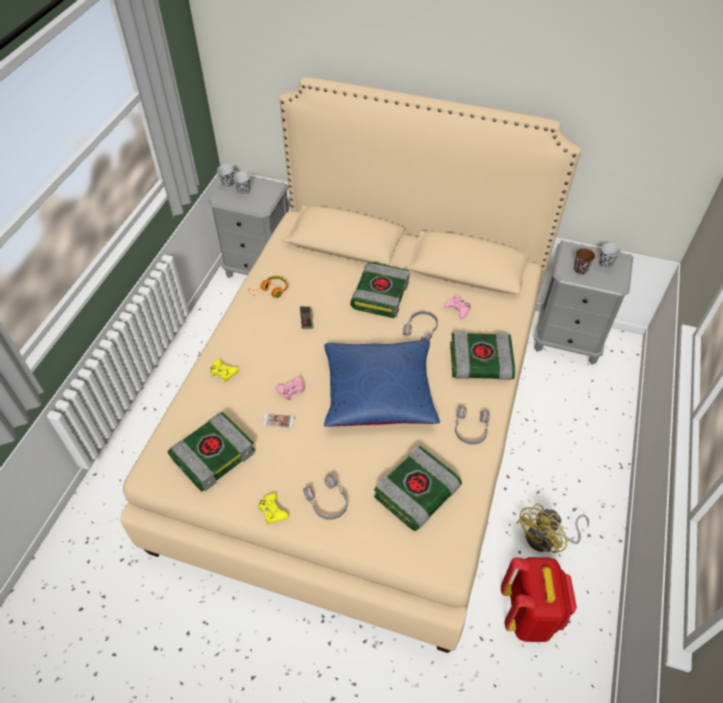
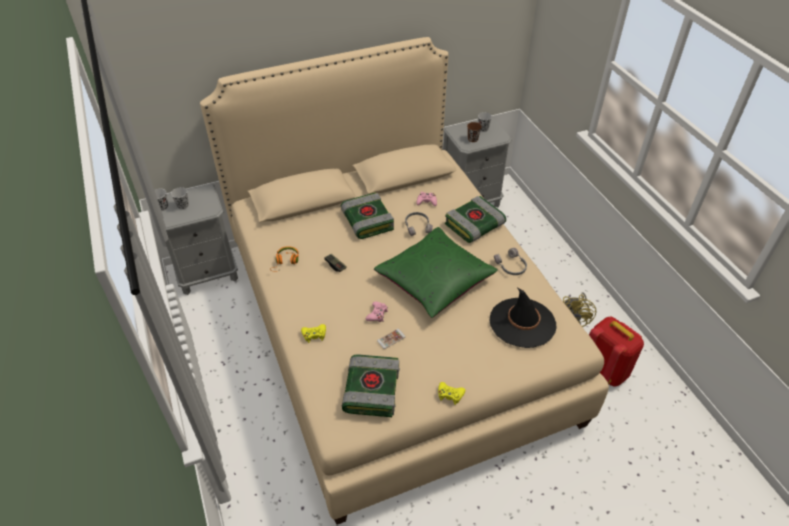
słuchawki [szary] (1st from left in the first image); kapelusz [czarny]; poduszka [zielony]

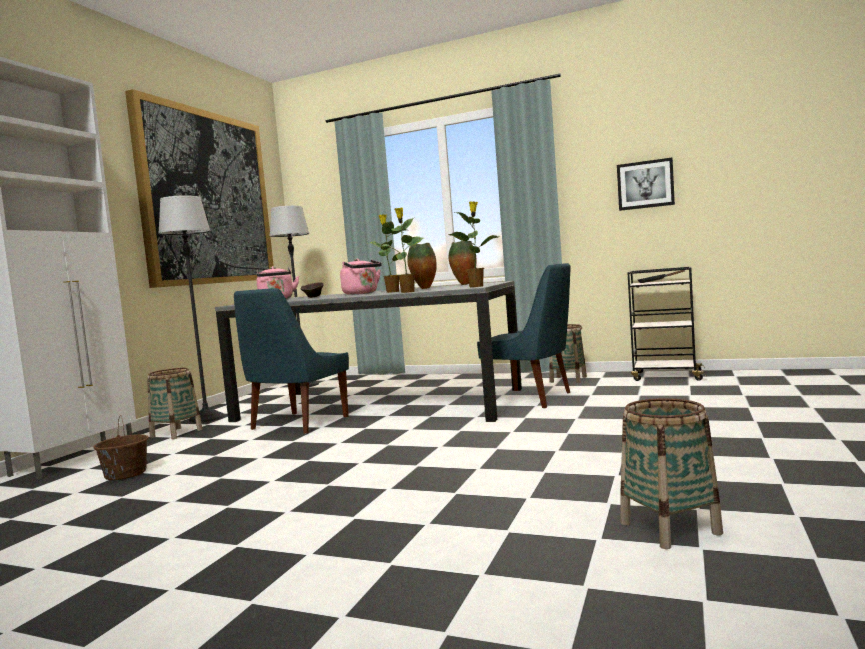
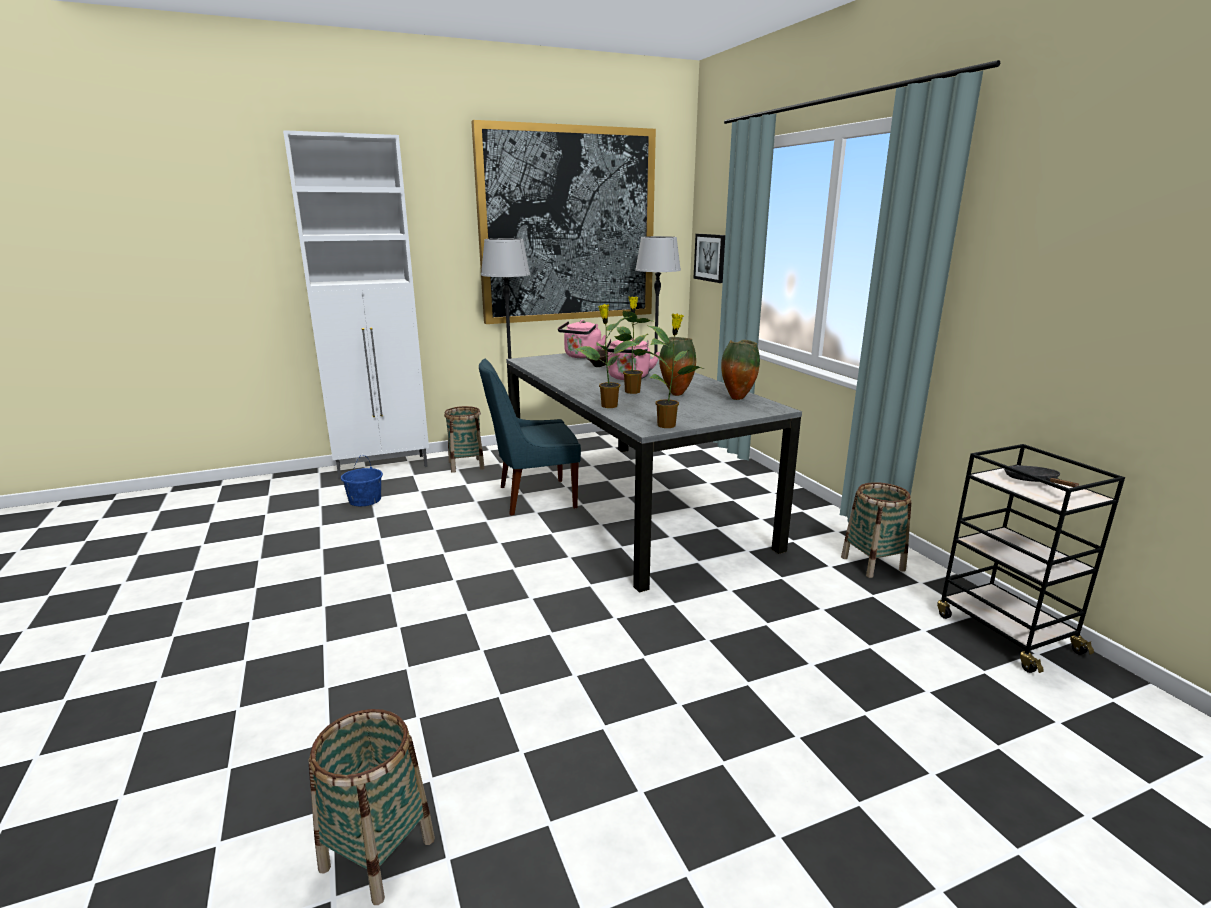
krzesło [niebieski] (2nd from left in the first image); obraz (2nd from left); wiadro [niebieski]

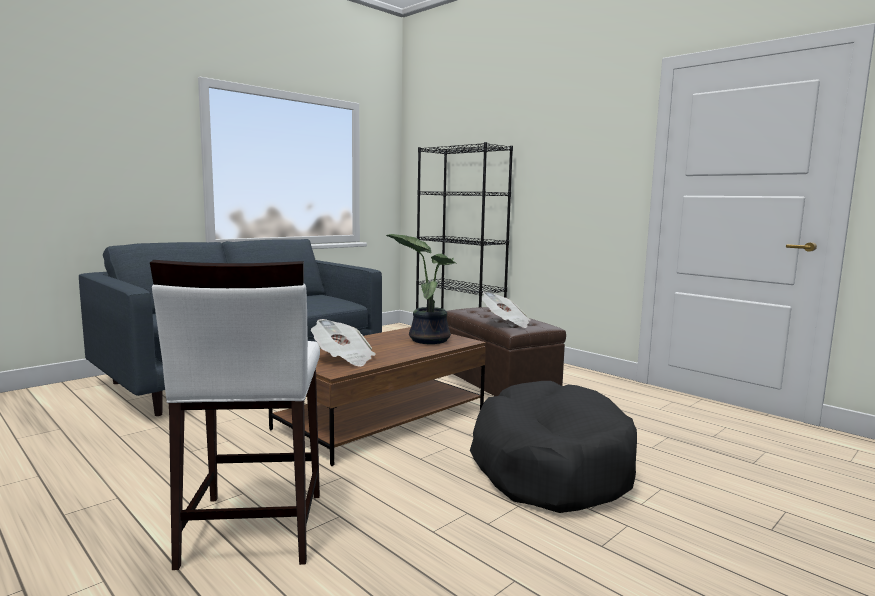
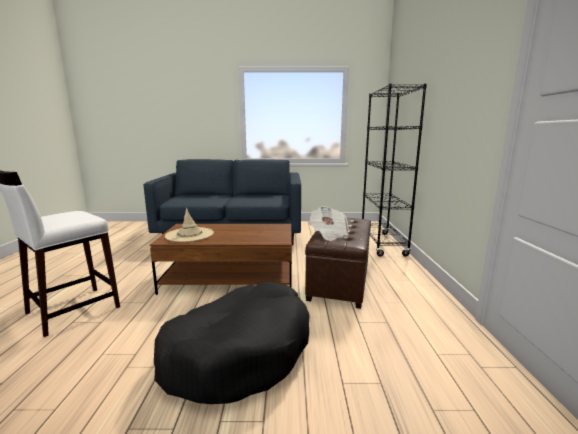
roślina doniczkowa; kapelusz [beżowy]

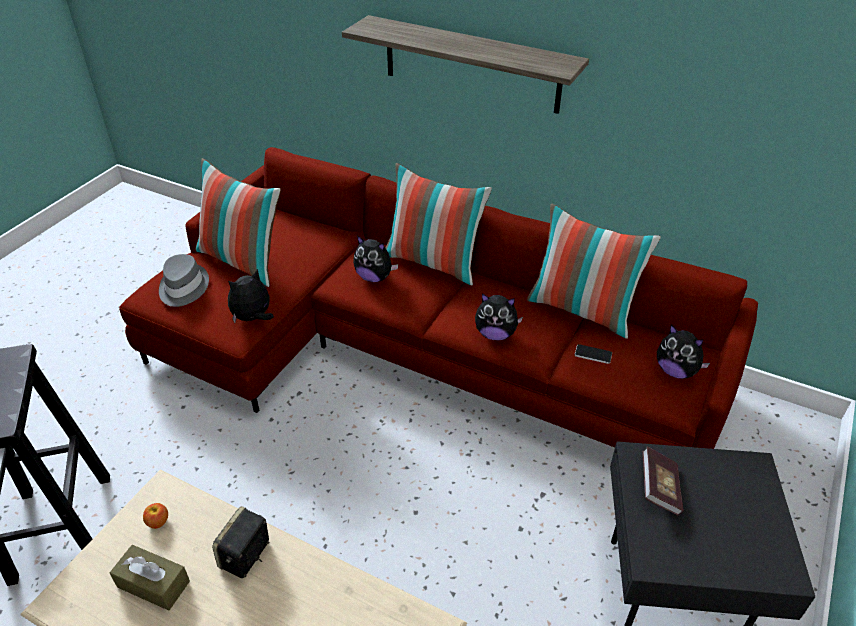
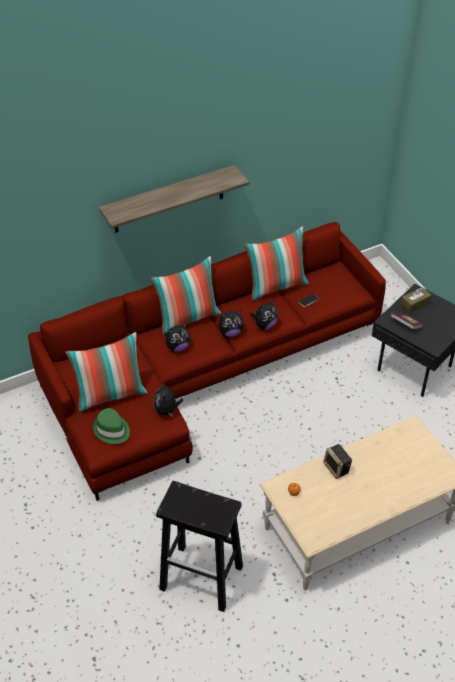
pudełko chusteczek [brązowy]; pluszak (3rd from left); kapelusz [zielony]

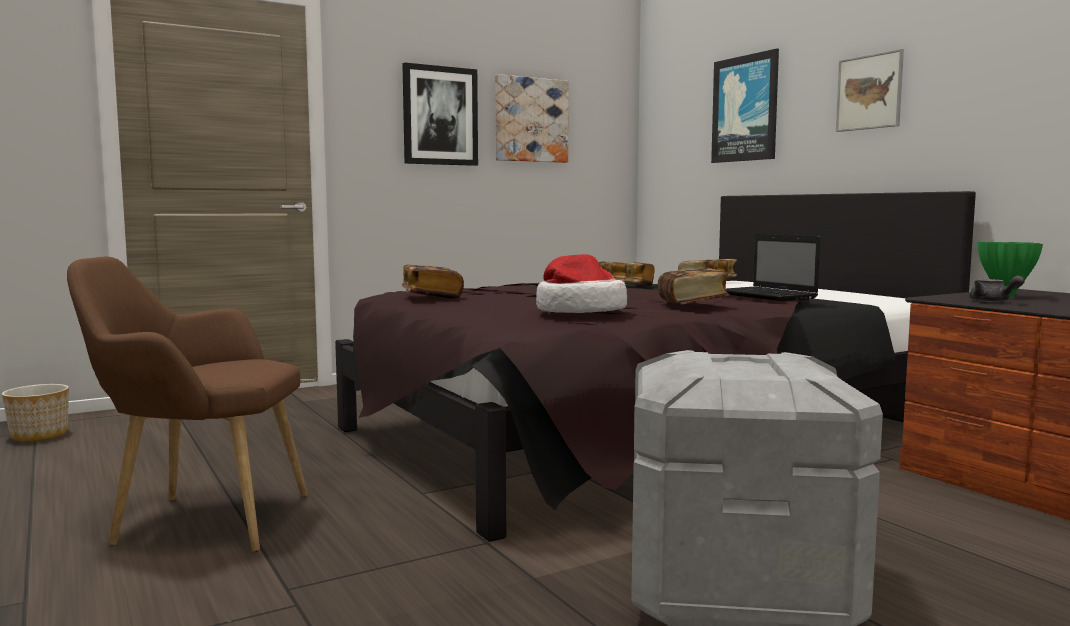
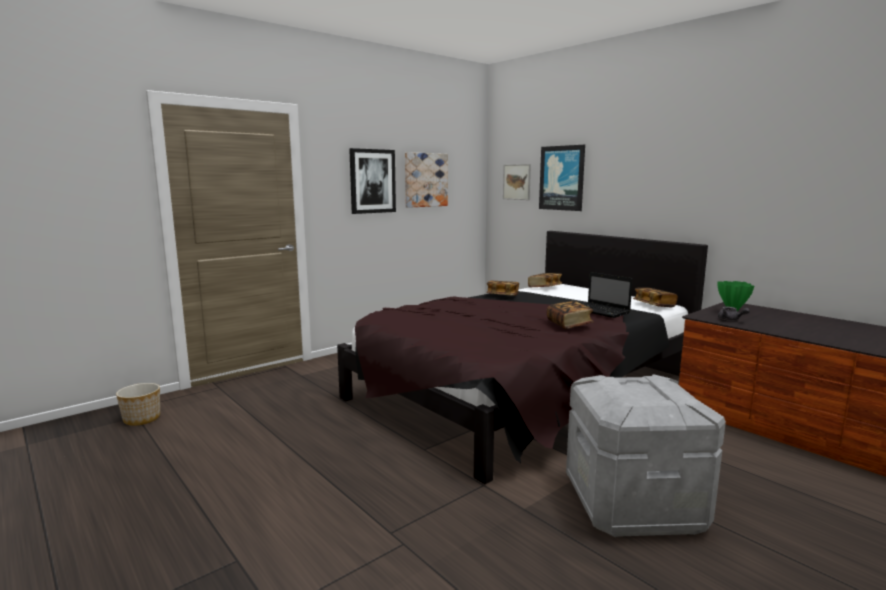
fotel [brązowy]; kapelusz; książka (4th from left); obraz (3rd from left)

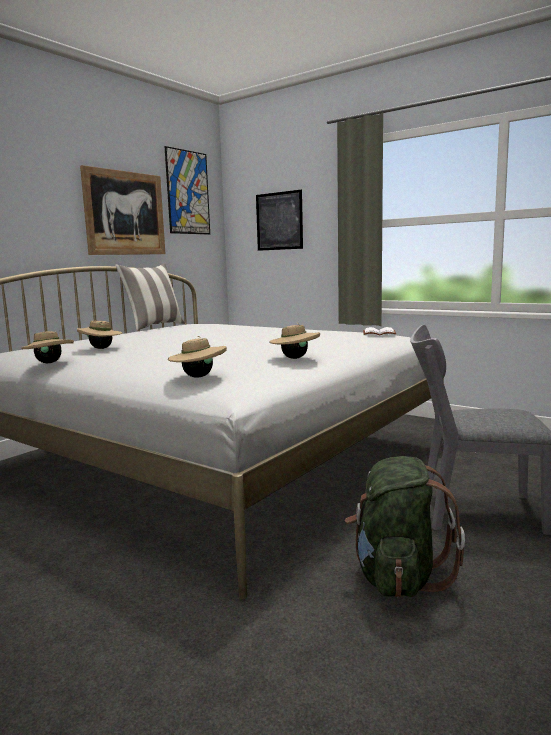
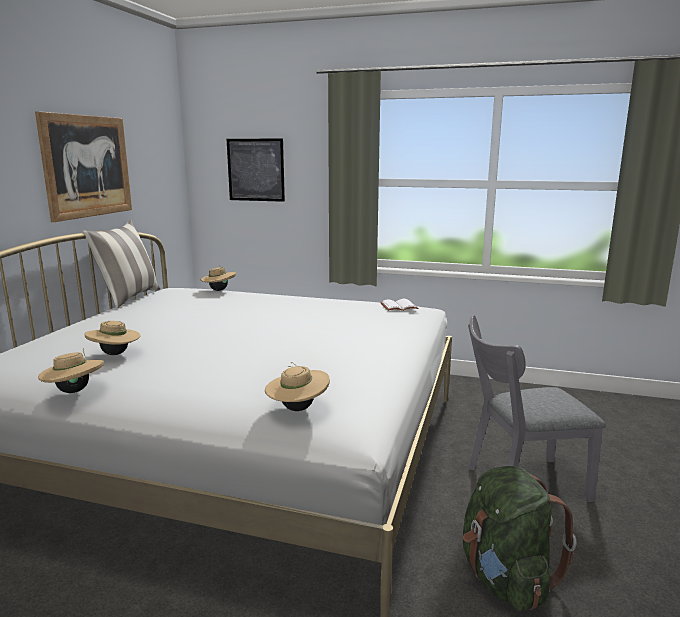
obraz (2nd from left in the first image); kapelusz [beżowy] (3rd from left)

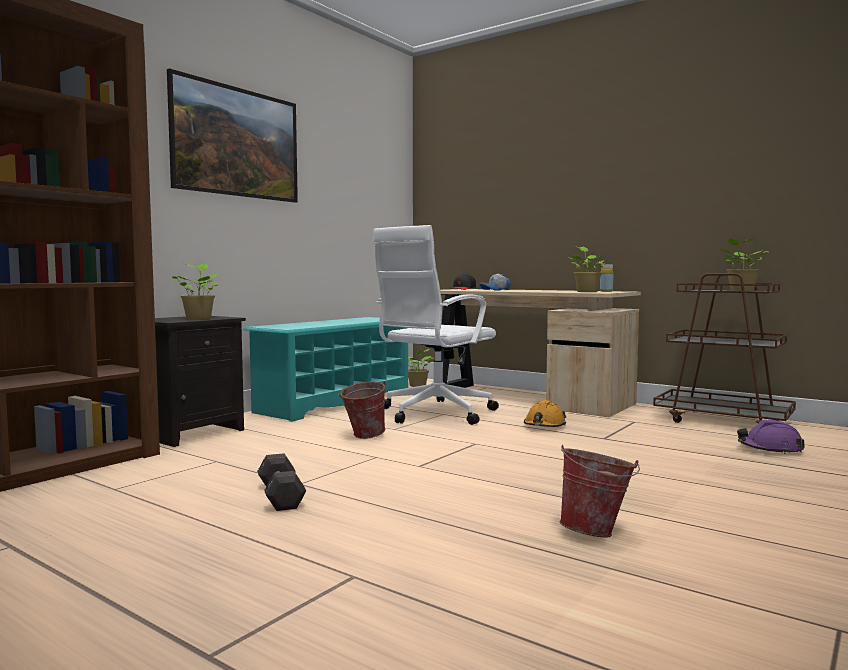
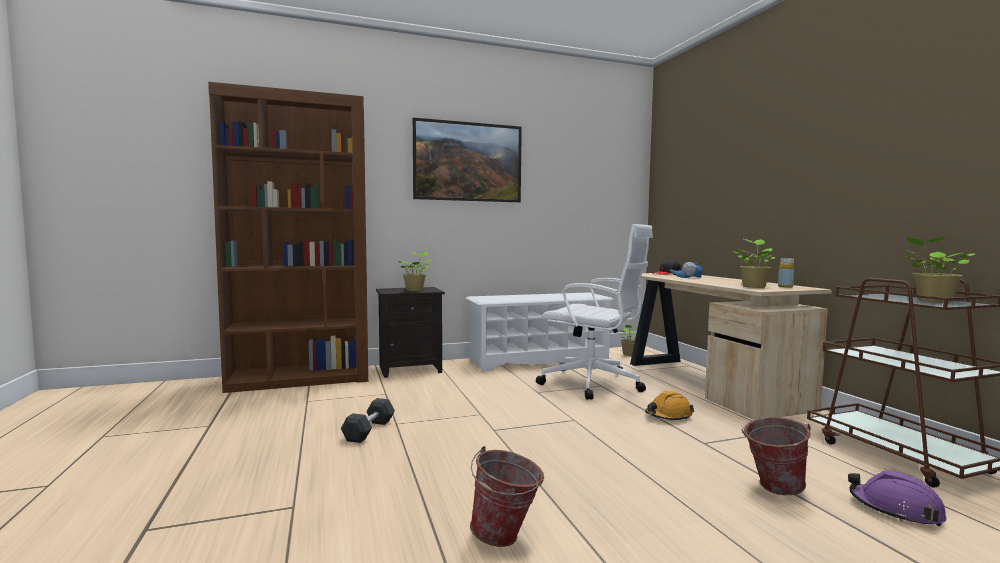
wiadro (2nd from left); regał na buty [biały]; krzesło biurowe [biały]

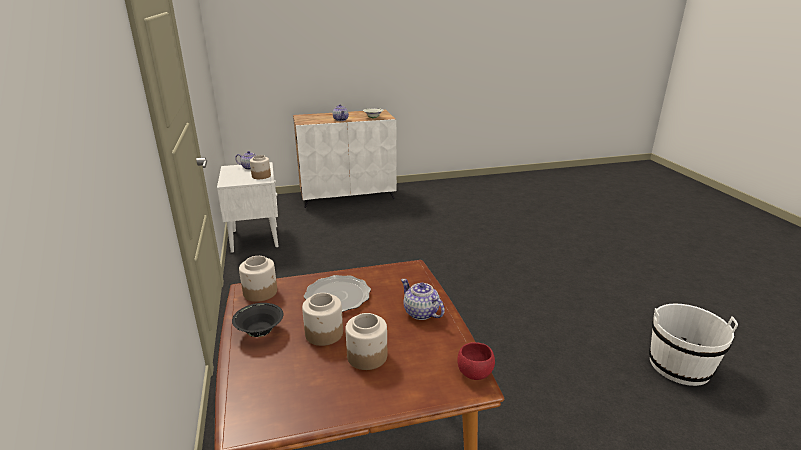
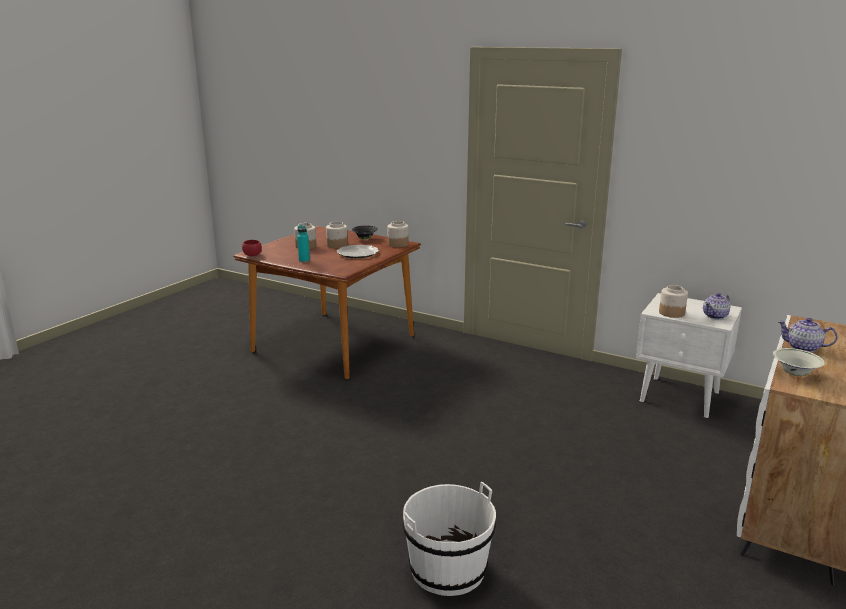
wiadro [biały]; butelka [turkusowy]

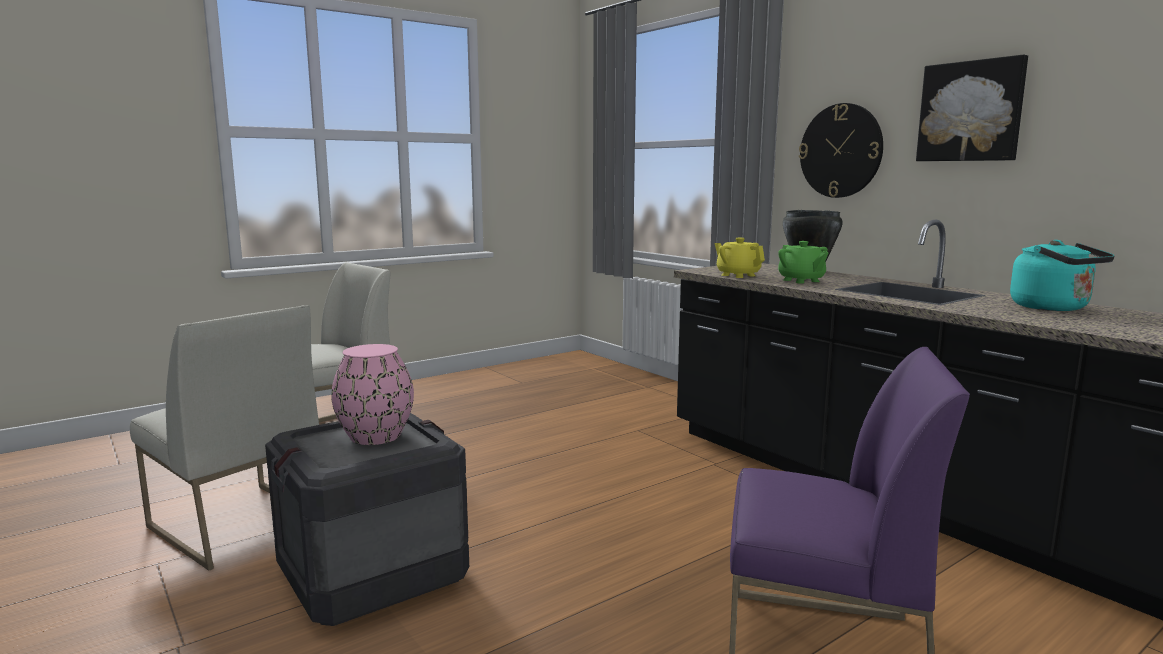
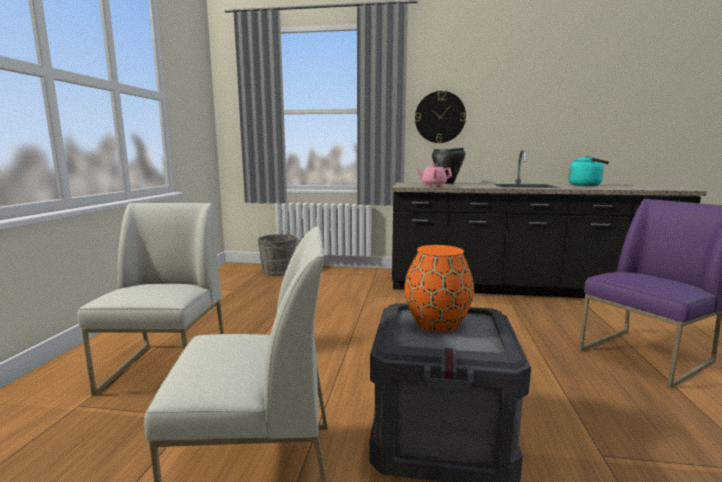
imbryk [zielony]; obraz; wiadro [szary]; wazon [pomarańczowy]; imbryk [różowy]

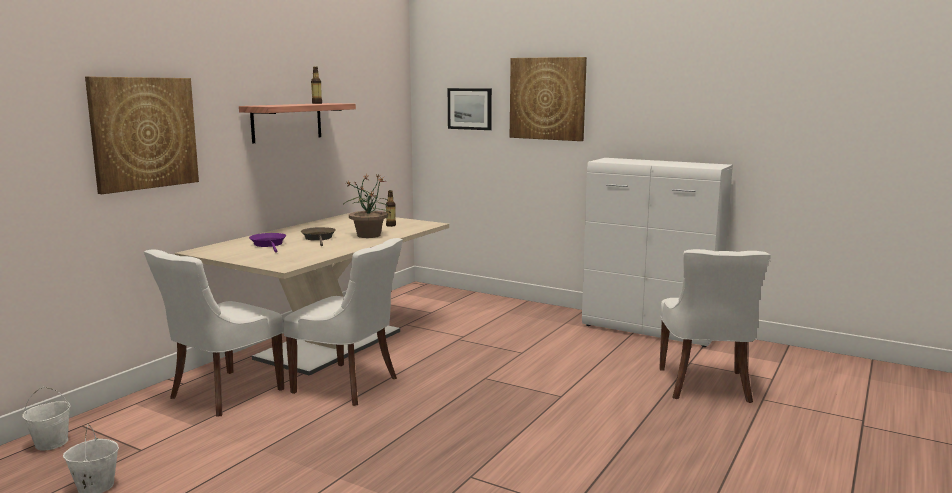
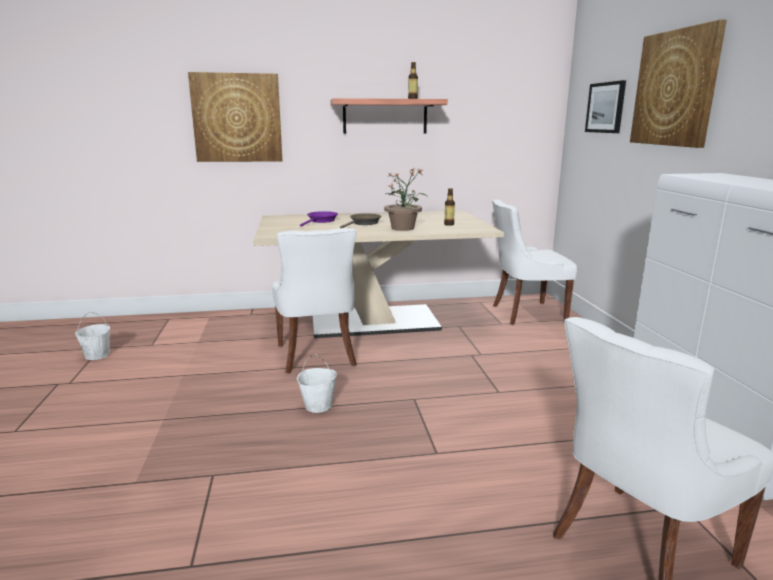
wiadro [biały] (2nd from left); krzesło [biały] (2nd from left)

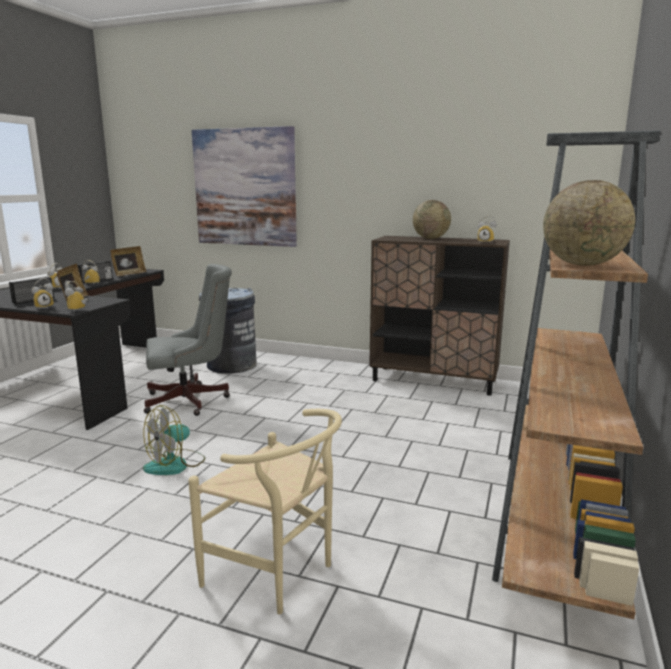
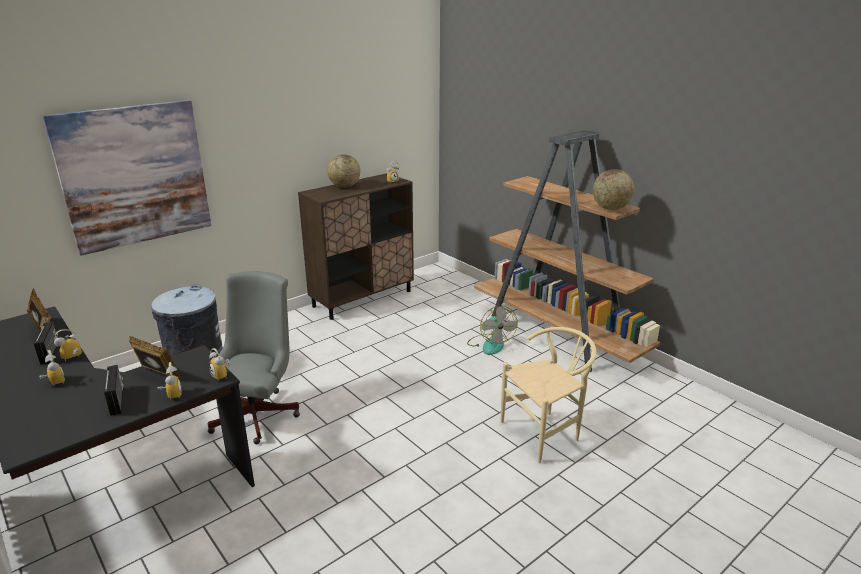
wentylator

